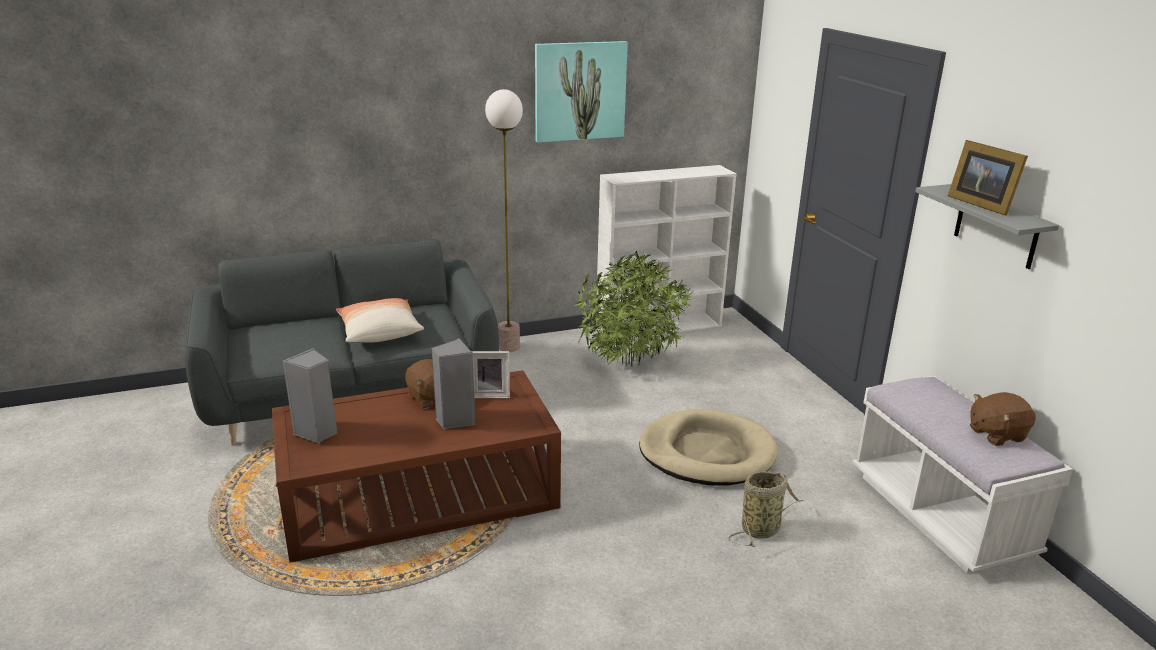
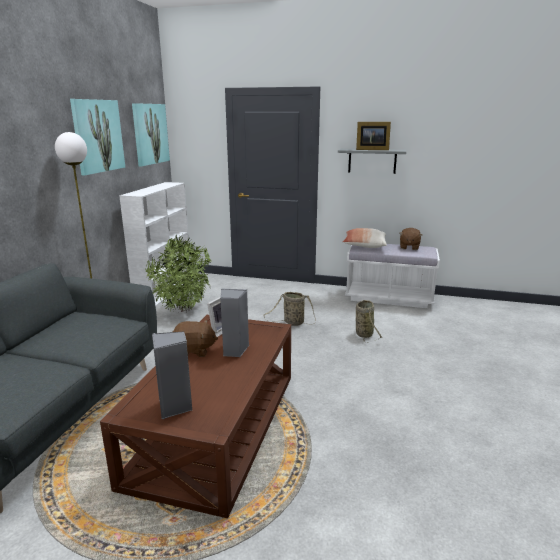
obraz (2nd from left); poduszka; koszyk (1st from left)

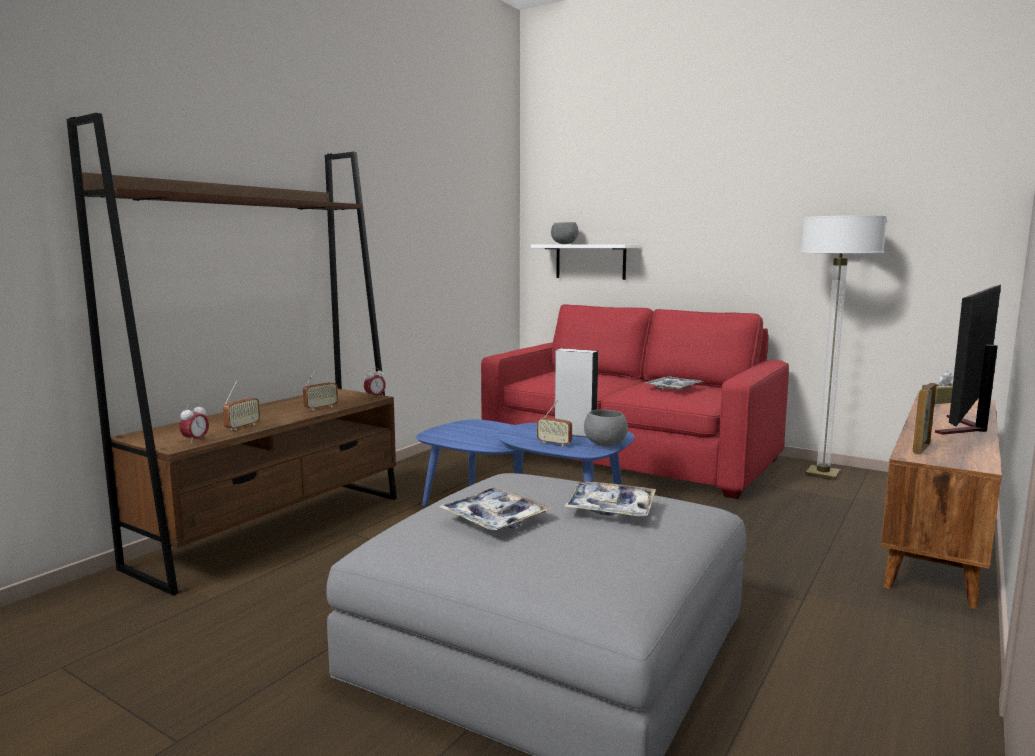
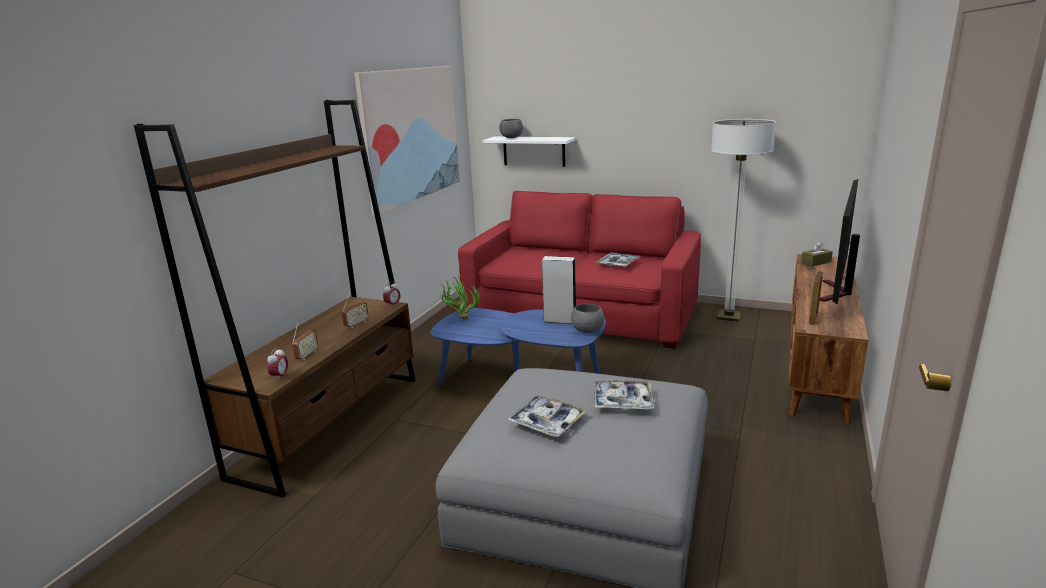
radio (3rd from left in the first image); obraz; roślina doniczkowa

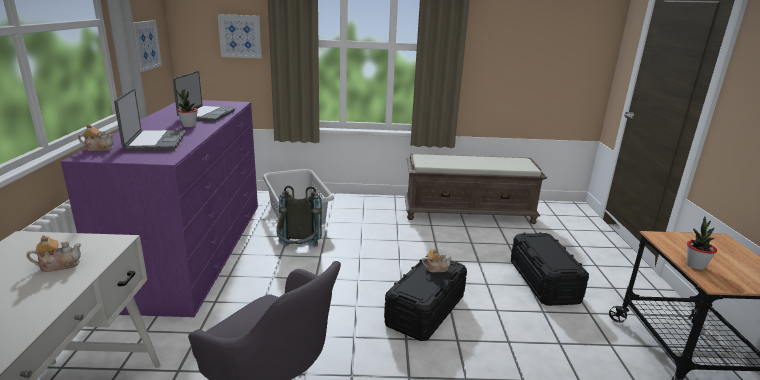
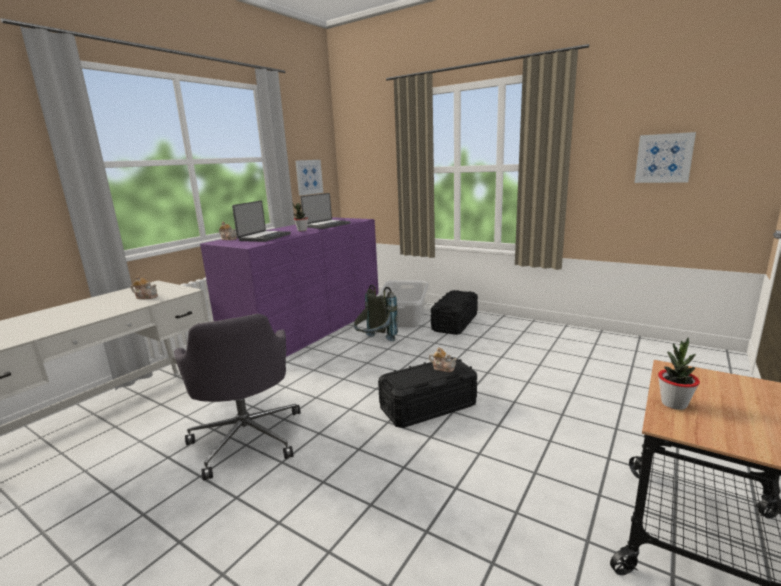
ławka [brązowy]; obraz (2nd from left); pojemnik do przechowywania [czarny] (2nd from left)

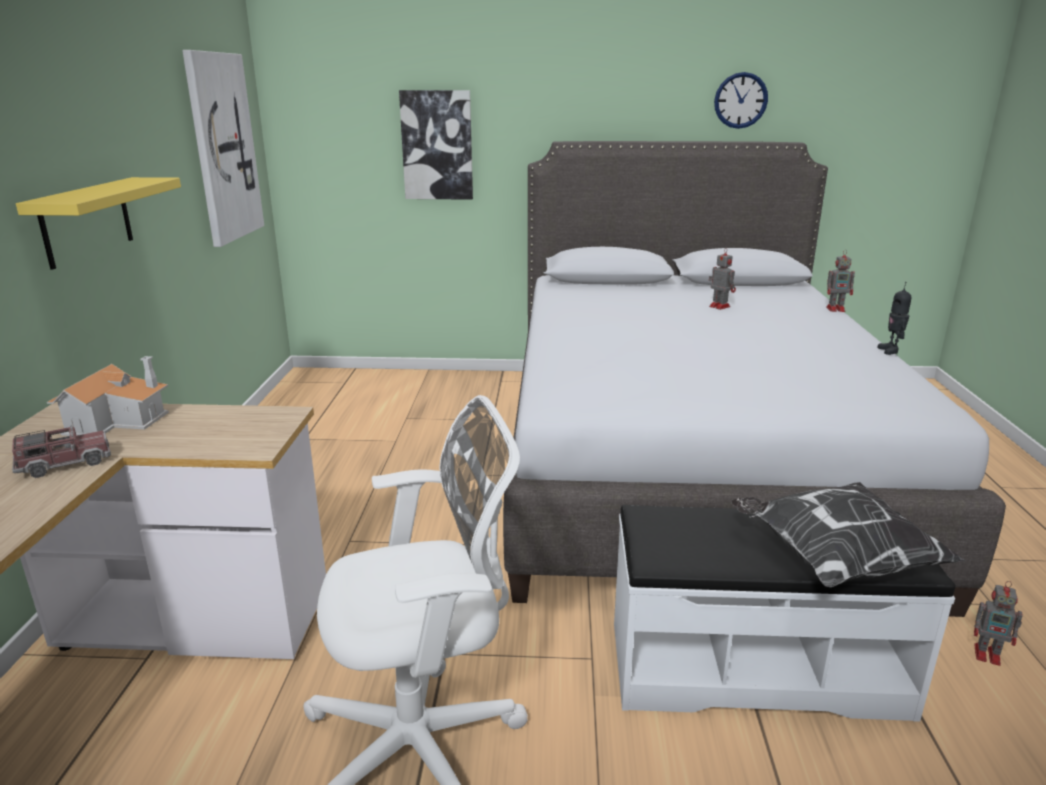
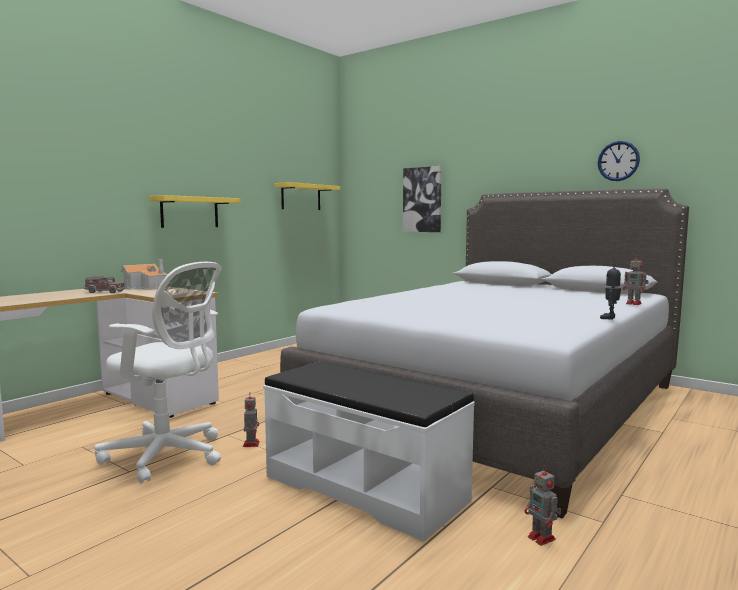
poduszka; robot zabawkowy (1st from left); półka [żółty] (2nd from left)

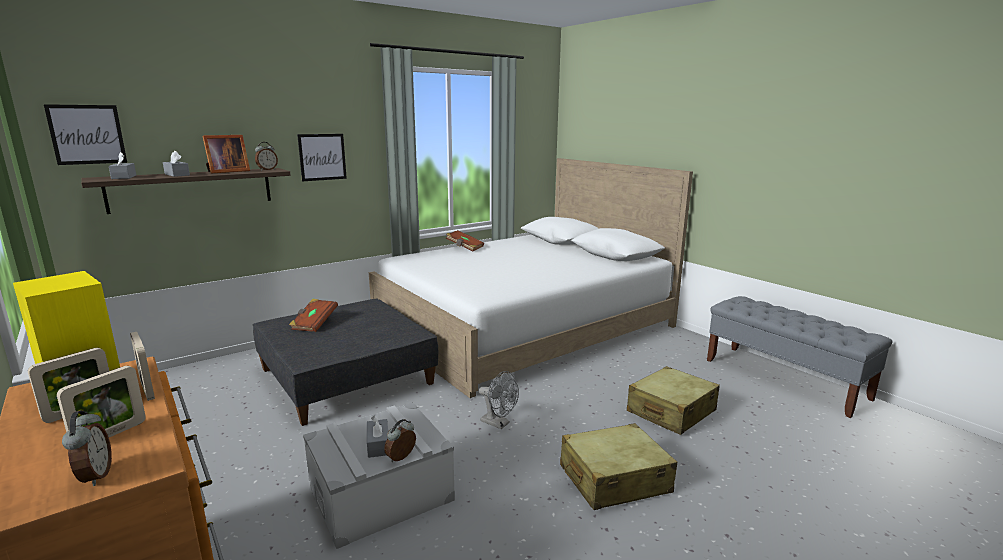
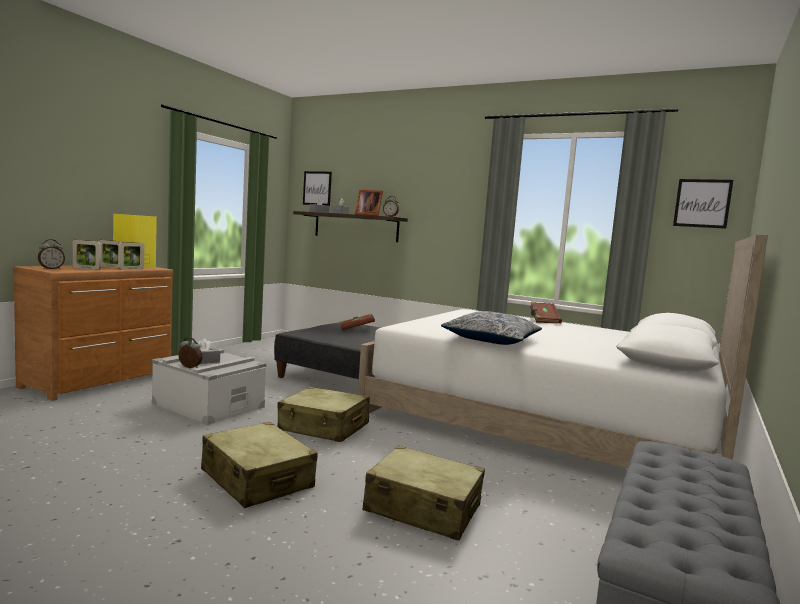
poduszka; obraz (2nd from left); walizka [beżowy] (2nd from left)

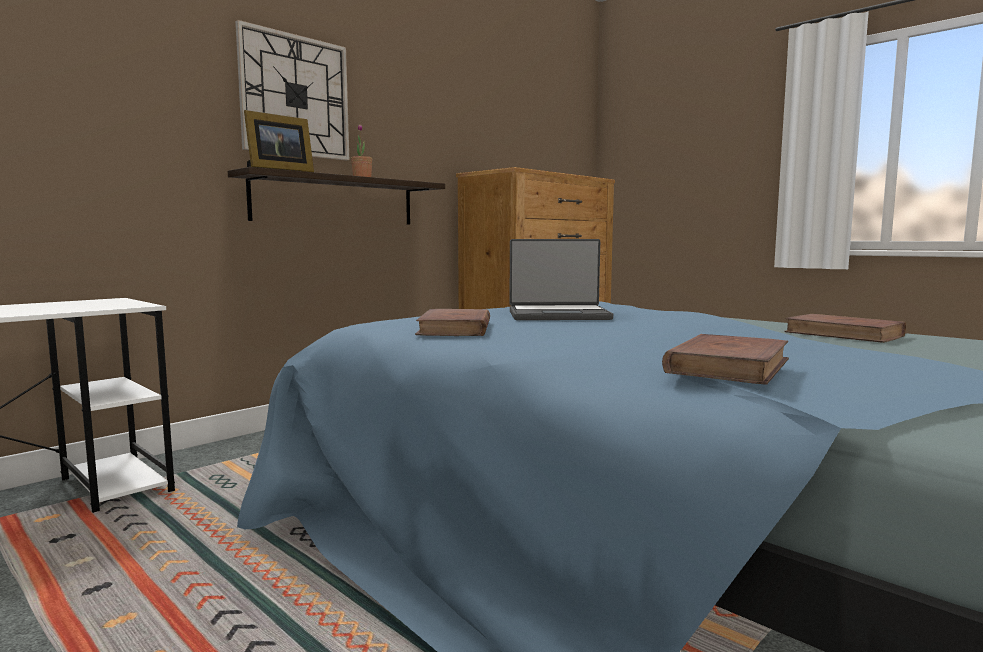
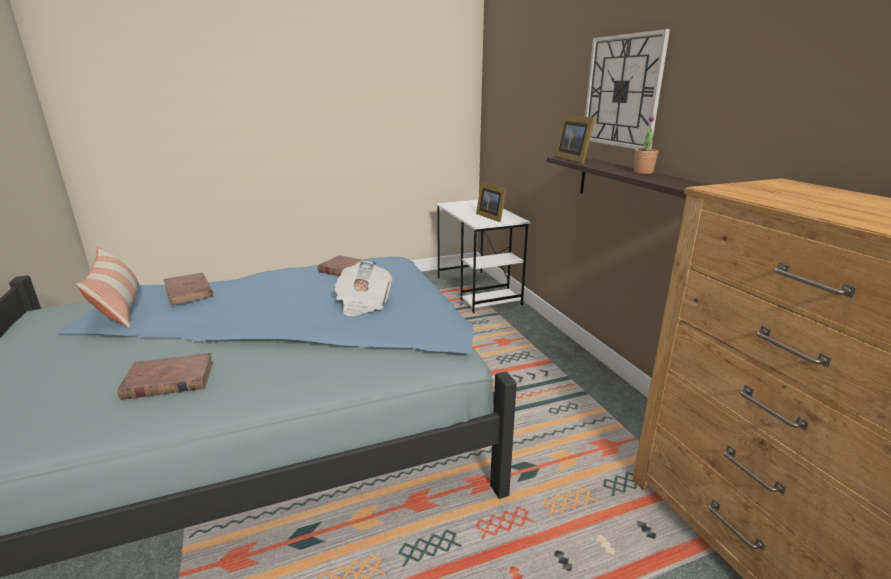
poduszka; ramka na zdjęcie (1st from left); gazeta

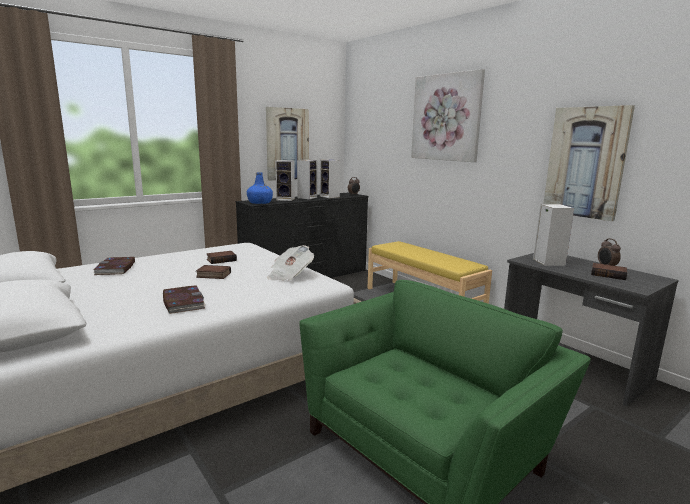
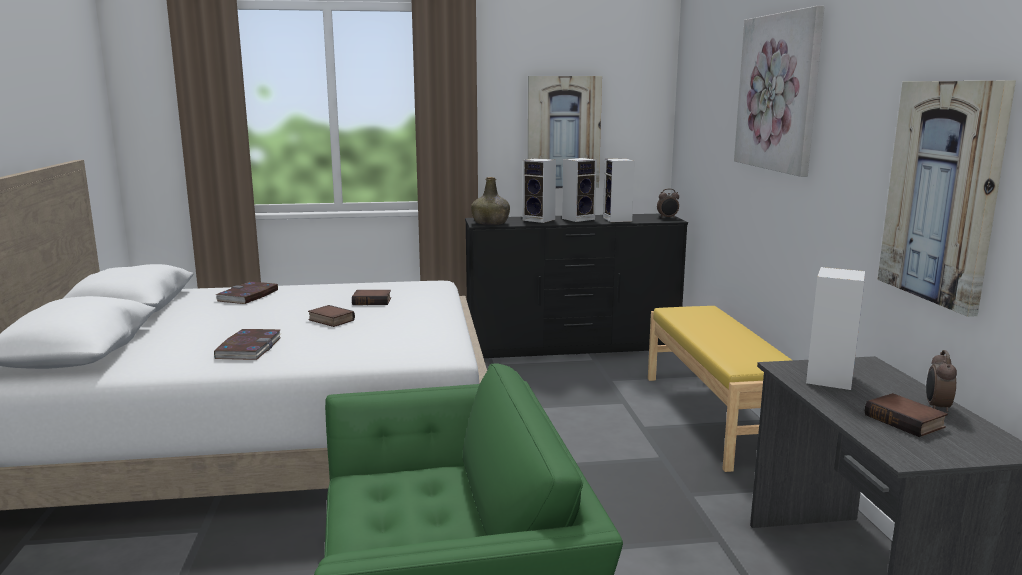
gazeta; butelka [zielony]

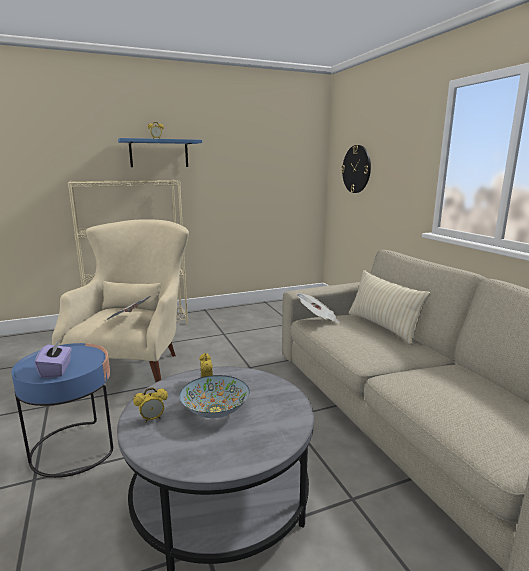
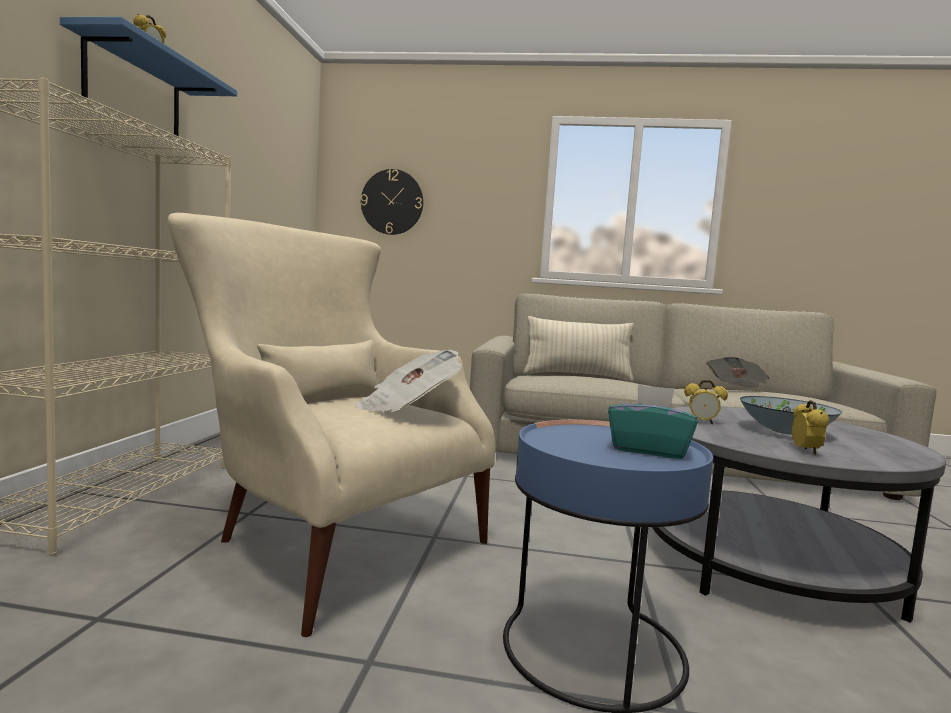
gazeta (2nd from left); pudełko chusteczek [turkusowy]

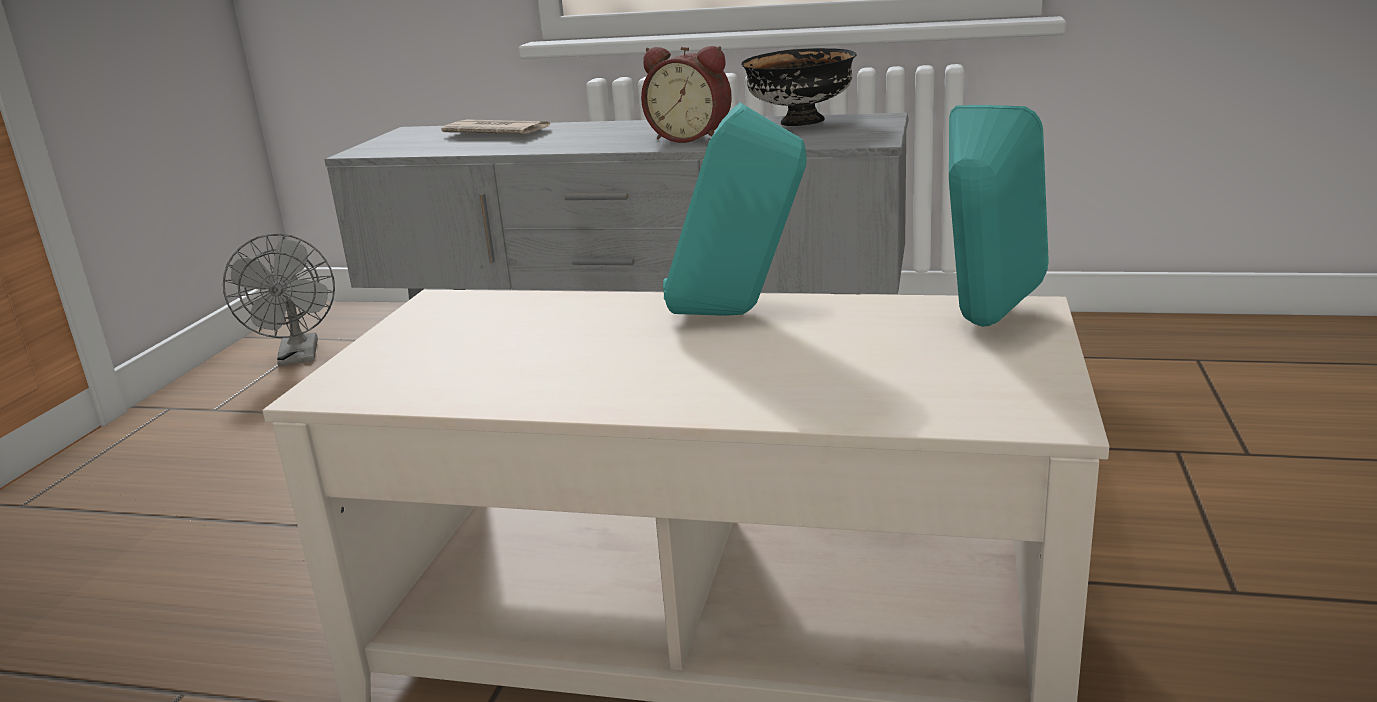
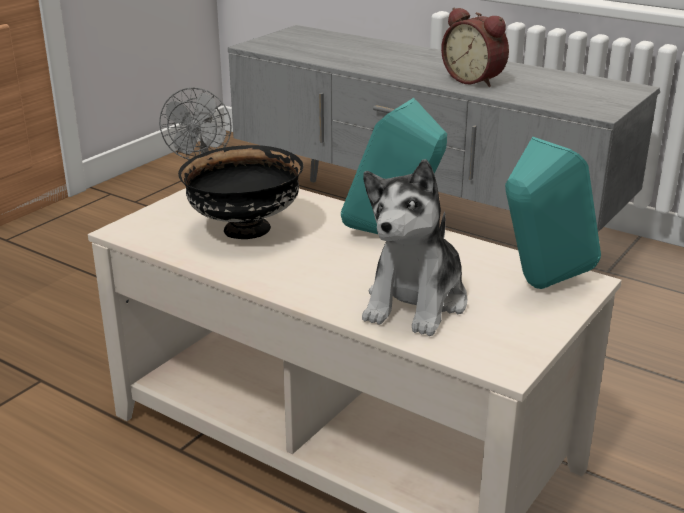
gazeta; pluszak; miska [czarny]

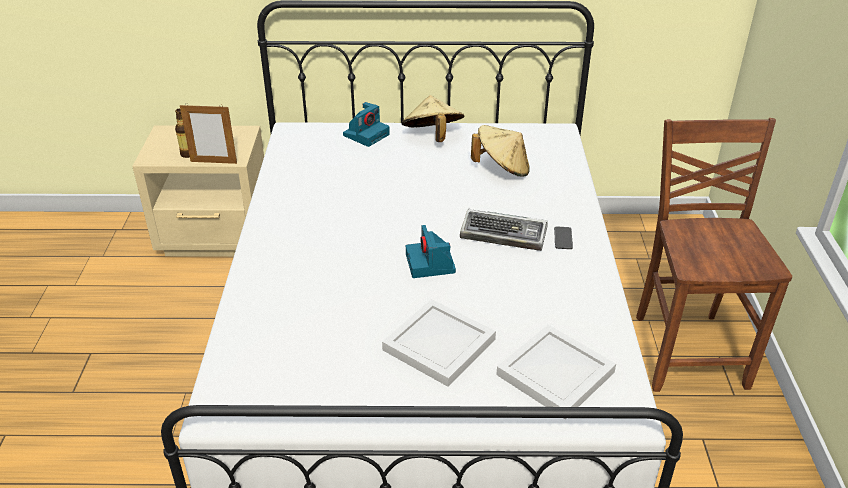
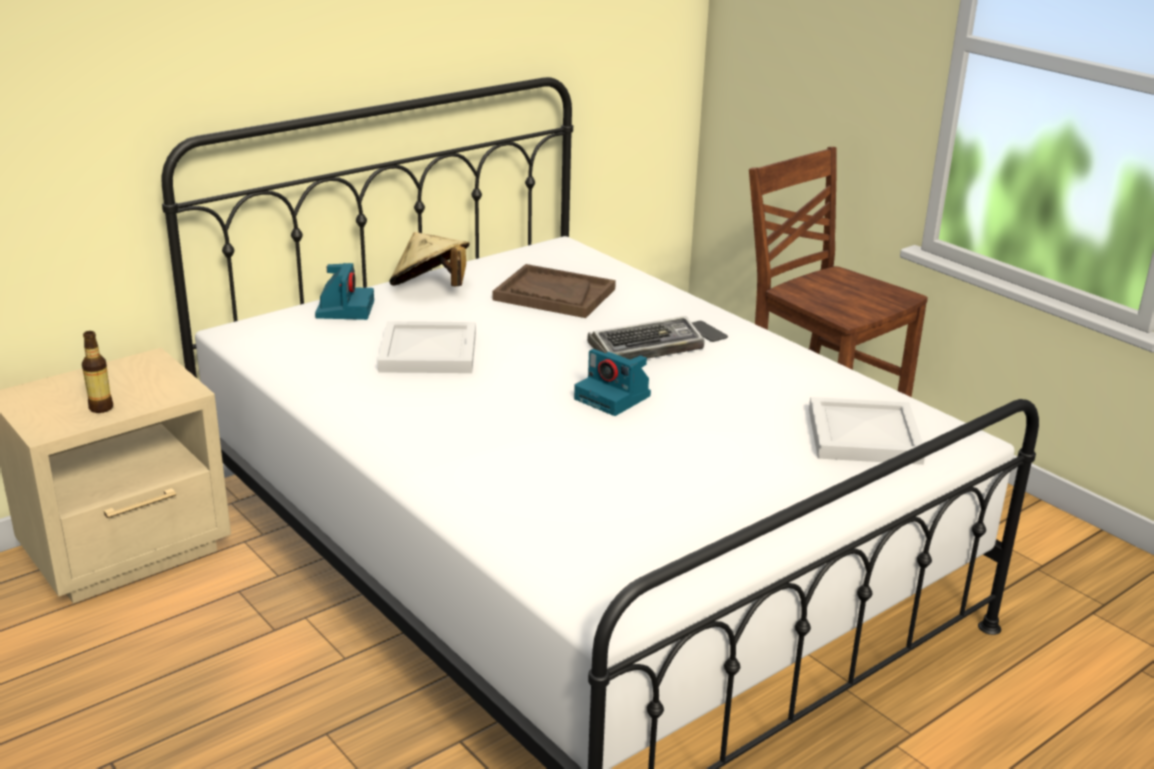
ramka na zdjęcie; taca [biały] (1st from left); taca [brązowy]

